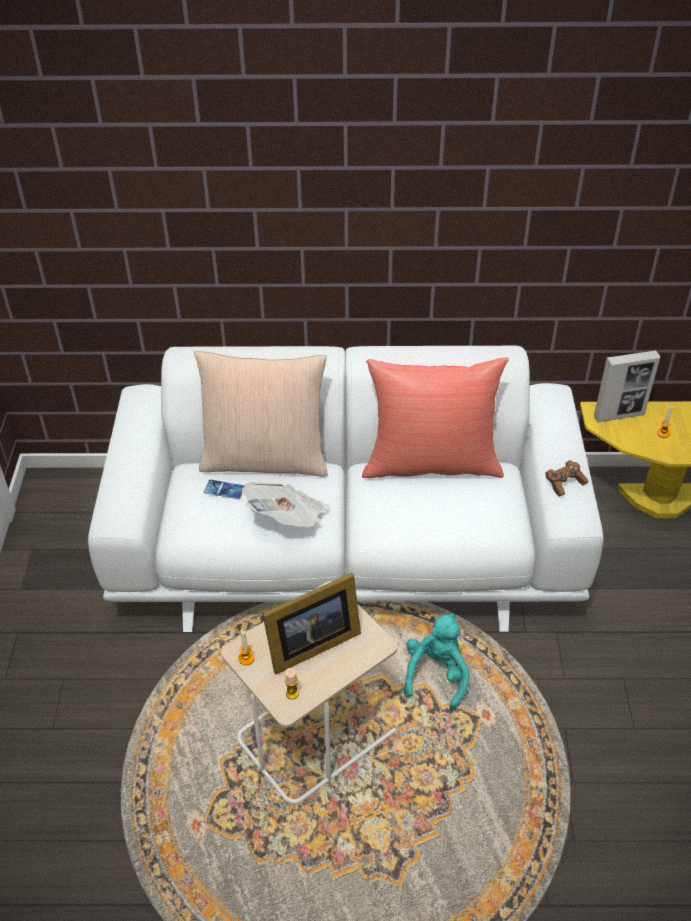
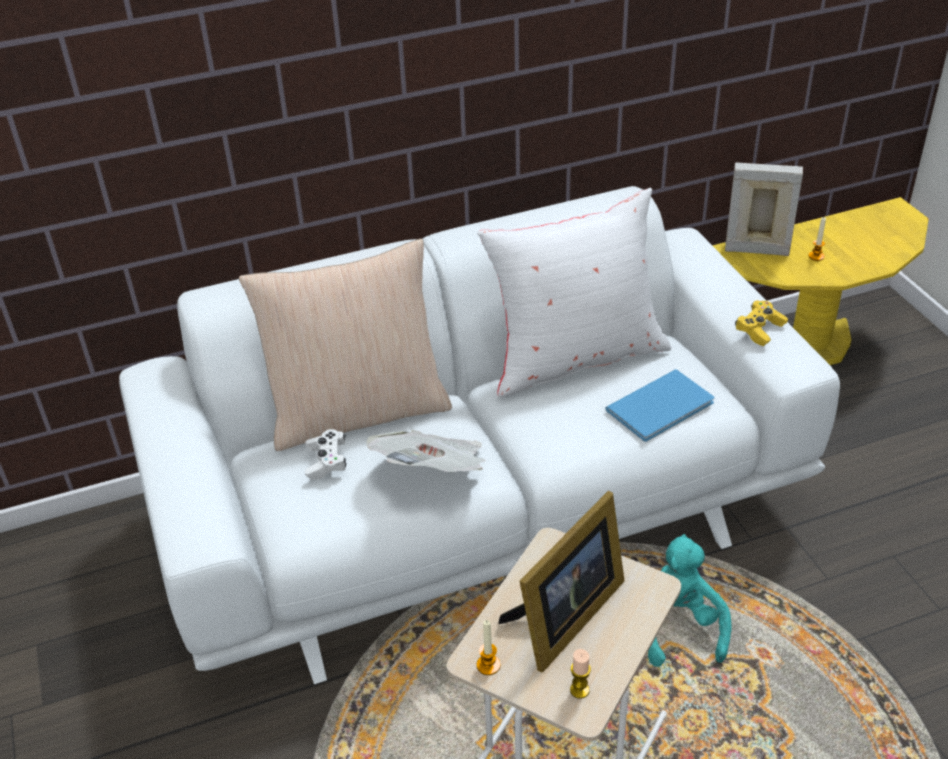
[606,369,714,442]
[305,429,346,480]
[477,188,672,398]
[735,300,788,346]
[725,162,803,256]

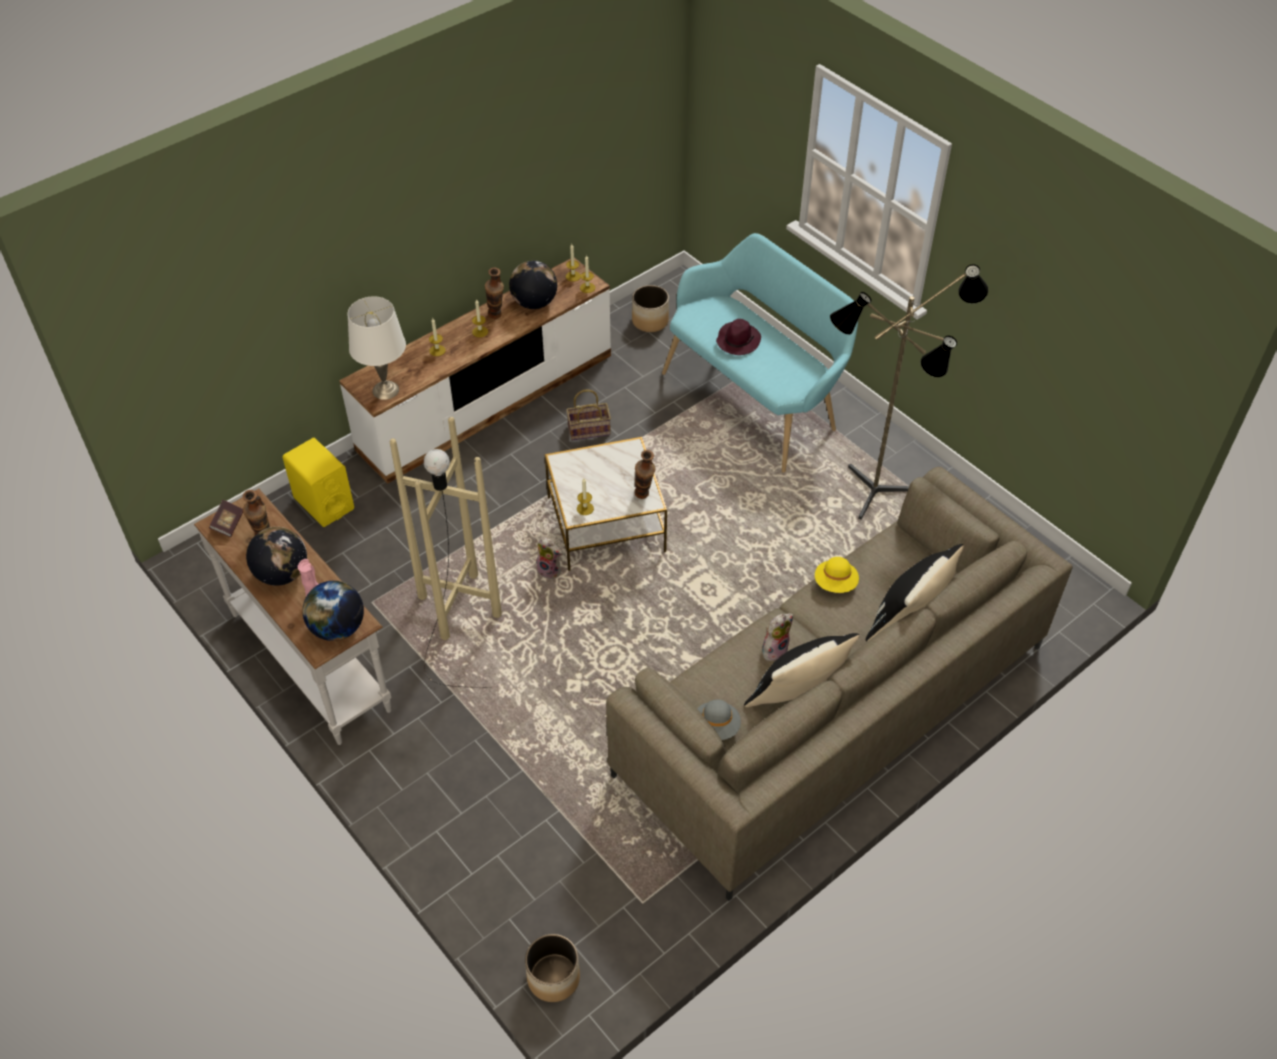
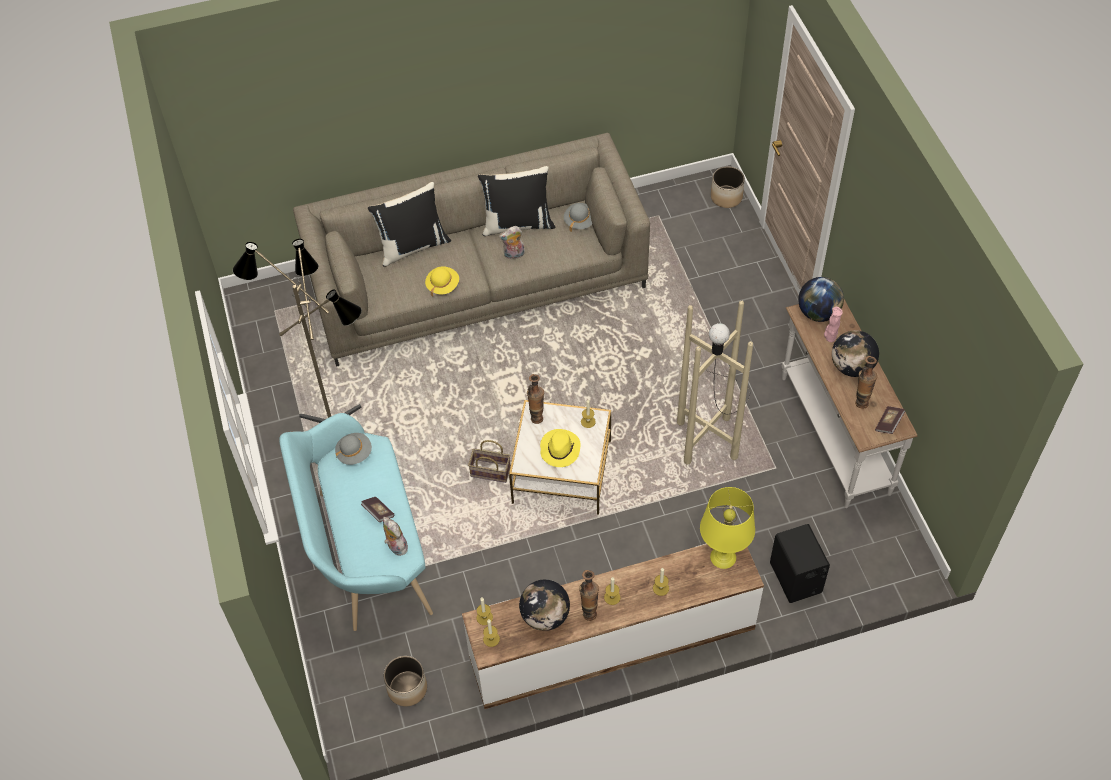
[335,433,372,465]
[540,429,580,467]
[383,517,408,556]
[468,440,511,483]
[361,497,394,522]
[770,524,830,603]
[700,487,755,569]

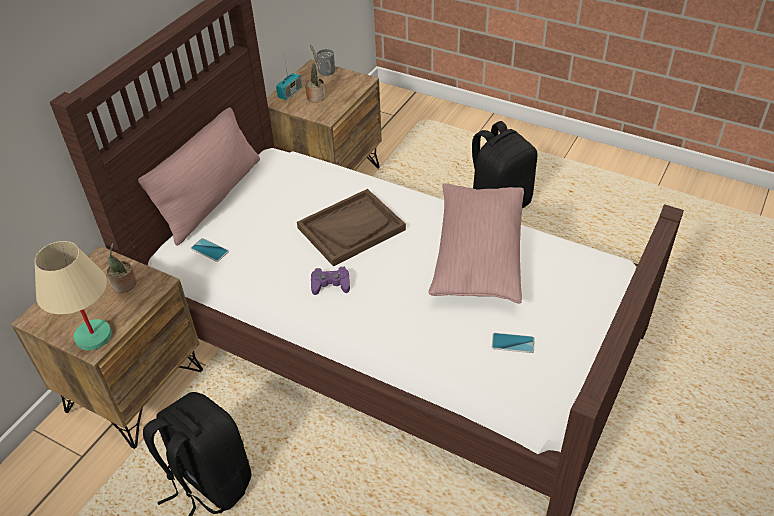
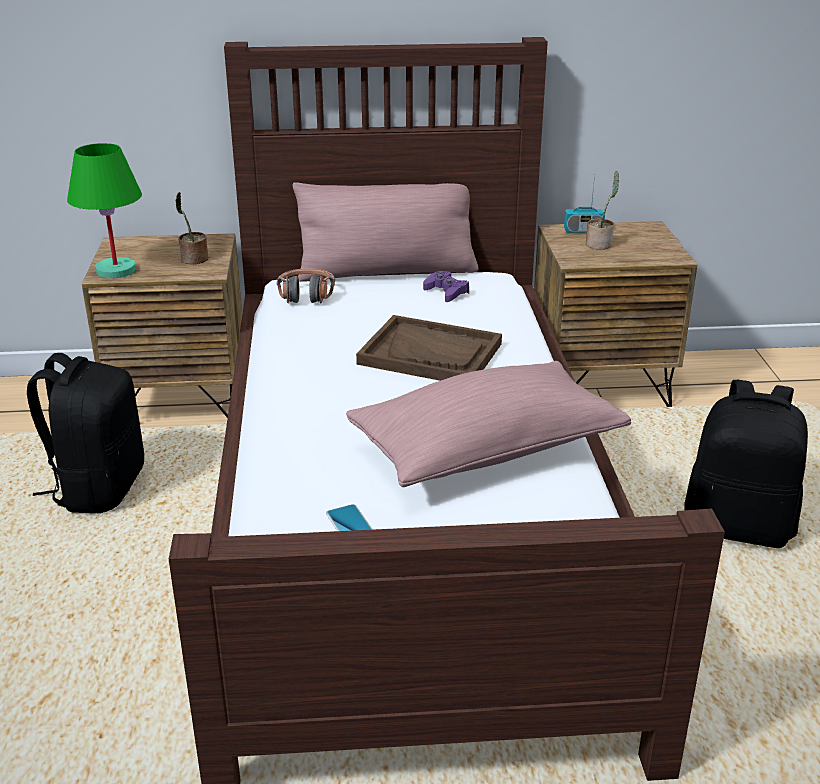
[317,49,335,76] (first image)
[423,271,469,302]
[277,269,335,304]
[67,143,142,278]

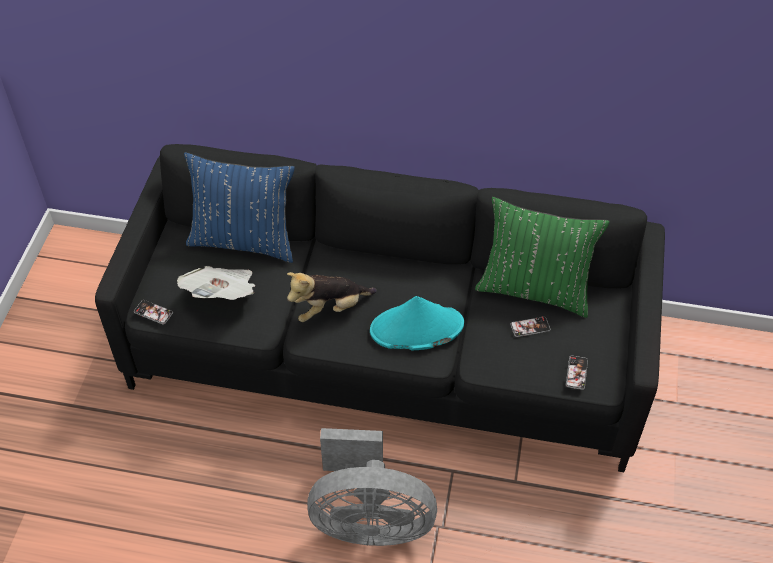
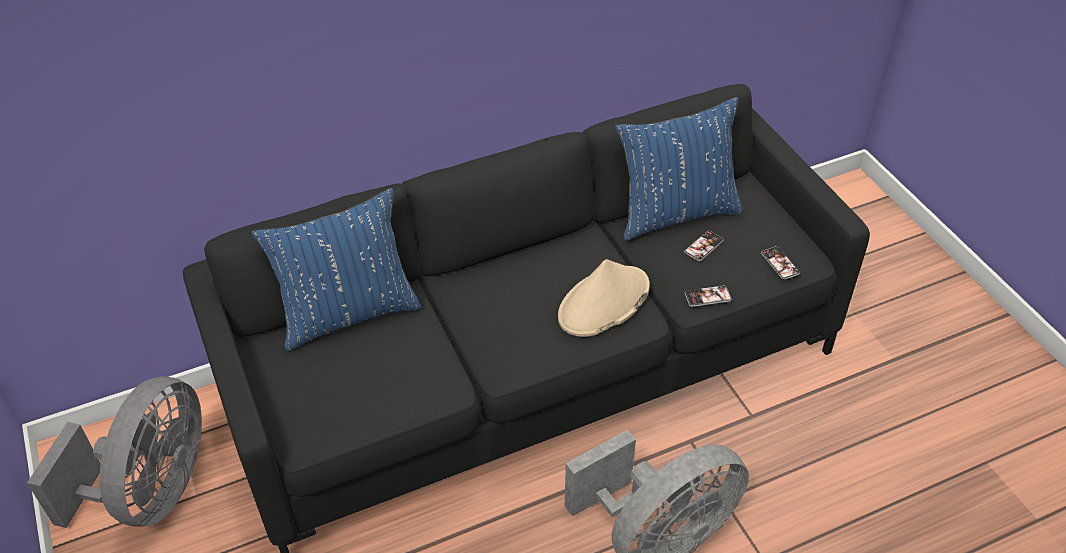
[177,266,256,300] (first image)
[287,272,377,322] (first image)
[27,376,202,528]
[684,285,732,307]
[558,259,650,337]
[615,97,743,240]

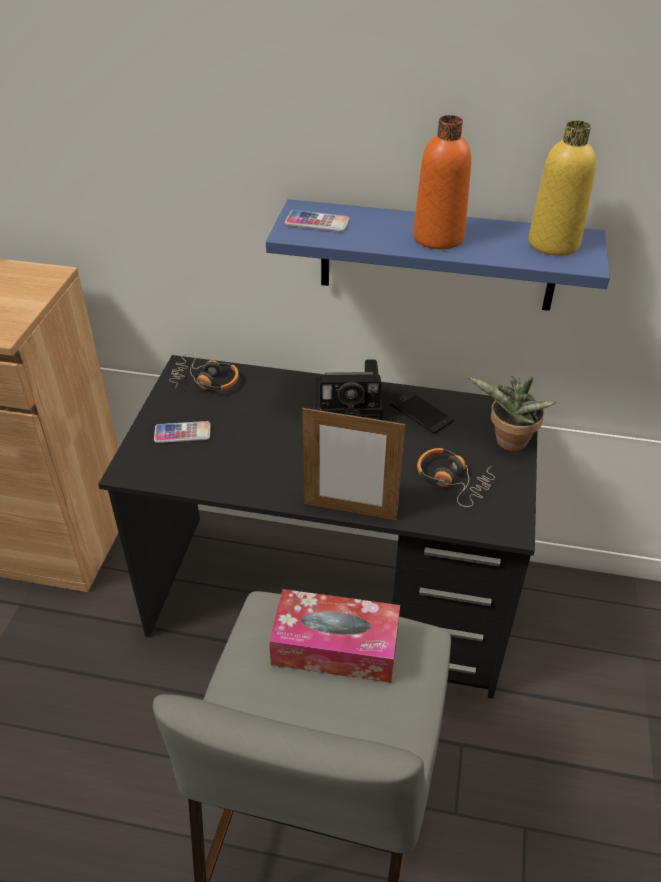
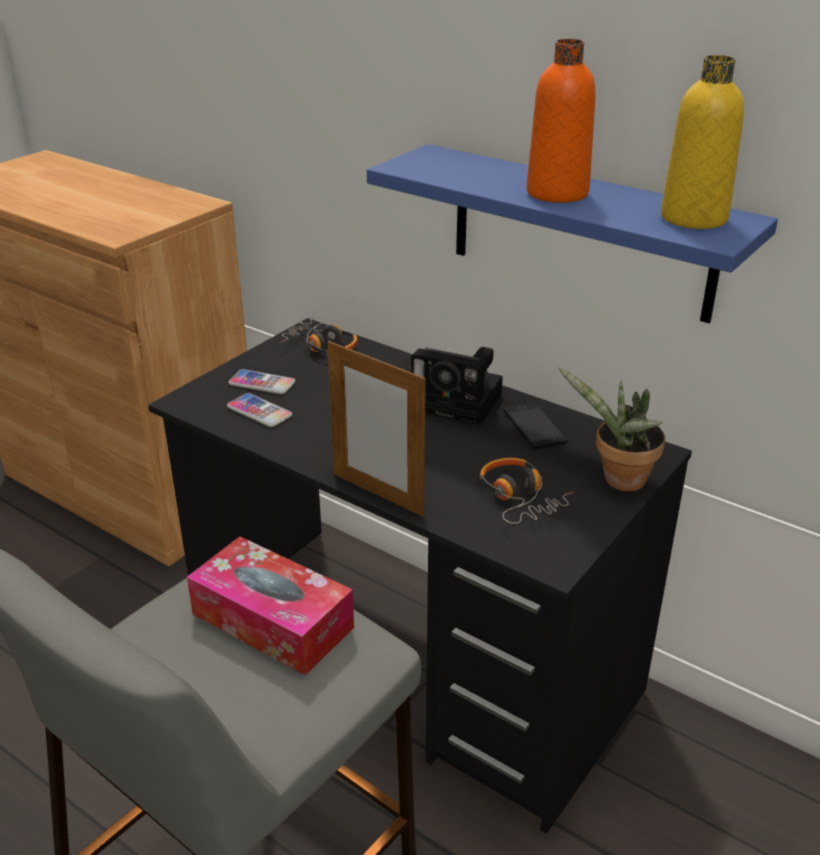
[227,393,292,427]

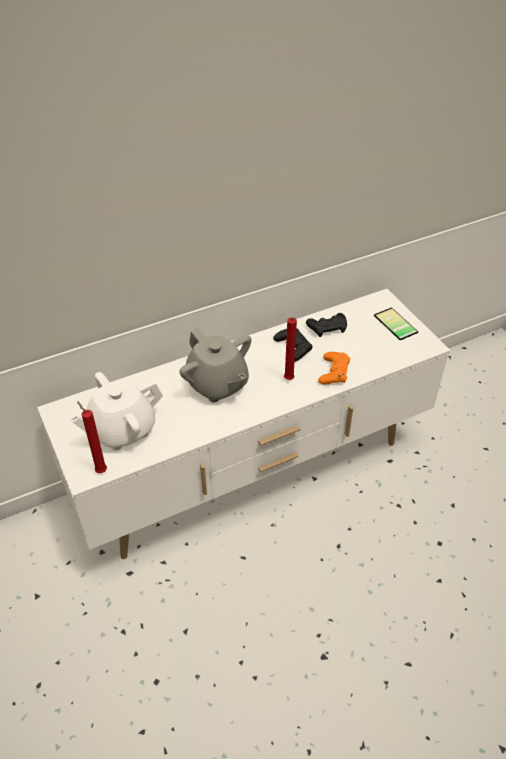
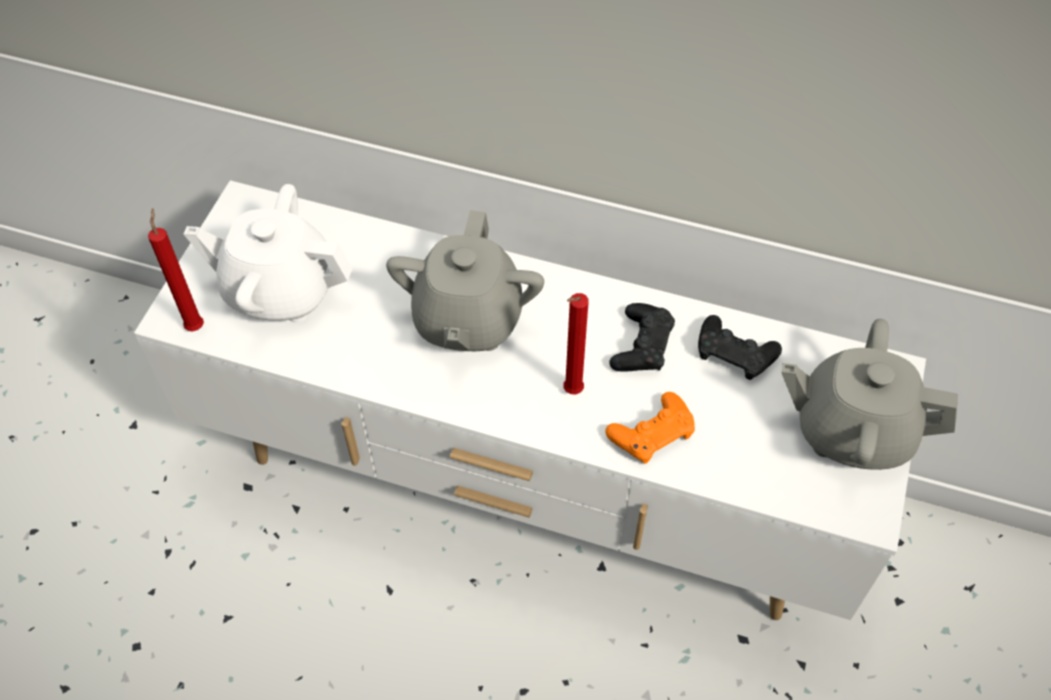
[782,319,958,470]

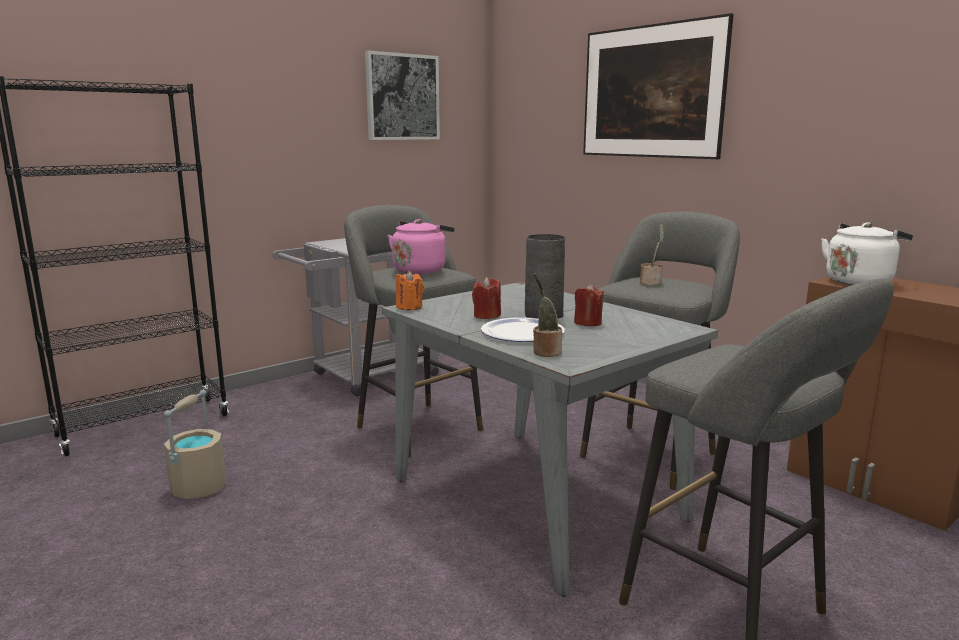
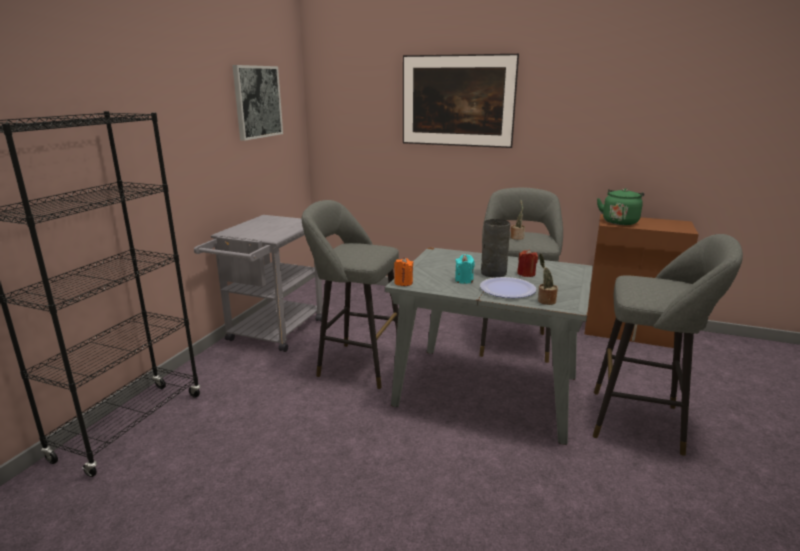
[164,390,226,499] (first image)
[388,219,455,274] (first image)
[455,254,475,284]
[597,188,645,225]

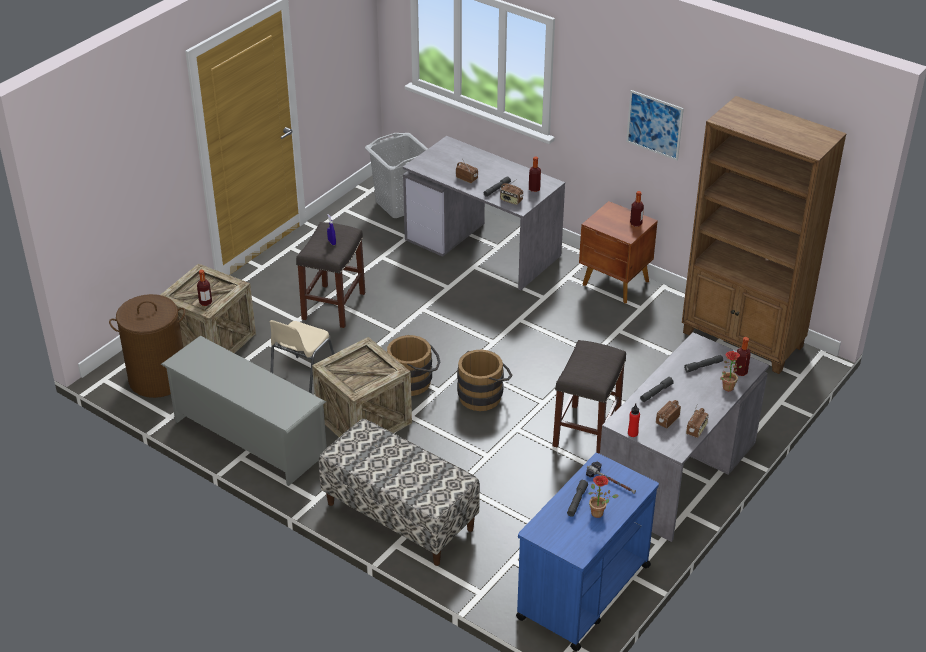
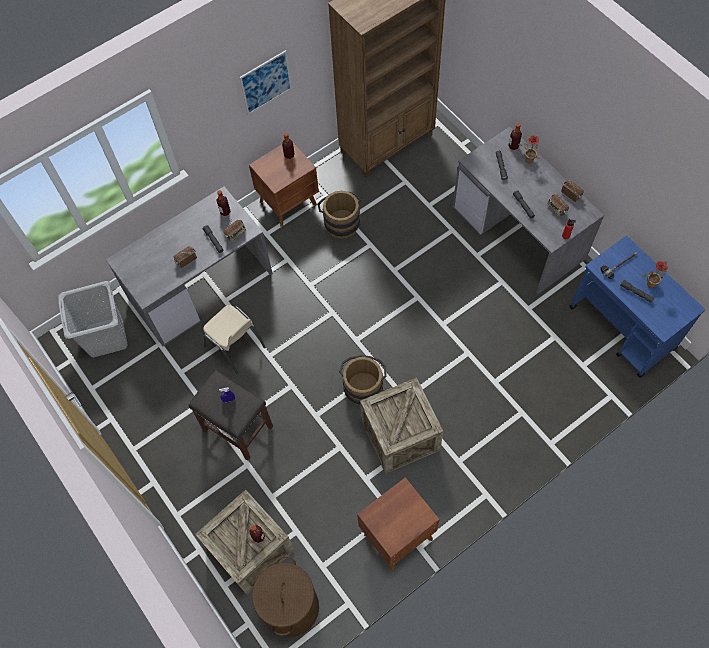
[319,419,480,566] (first image)
[553,340,626,454] (first image)
[203,305,265,374]
[317,191,361,239]
[357,477,440,571]

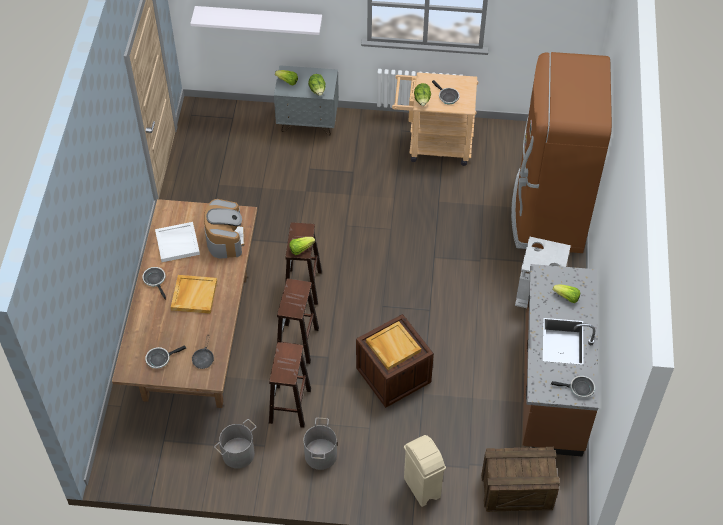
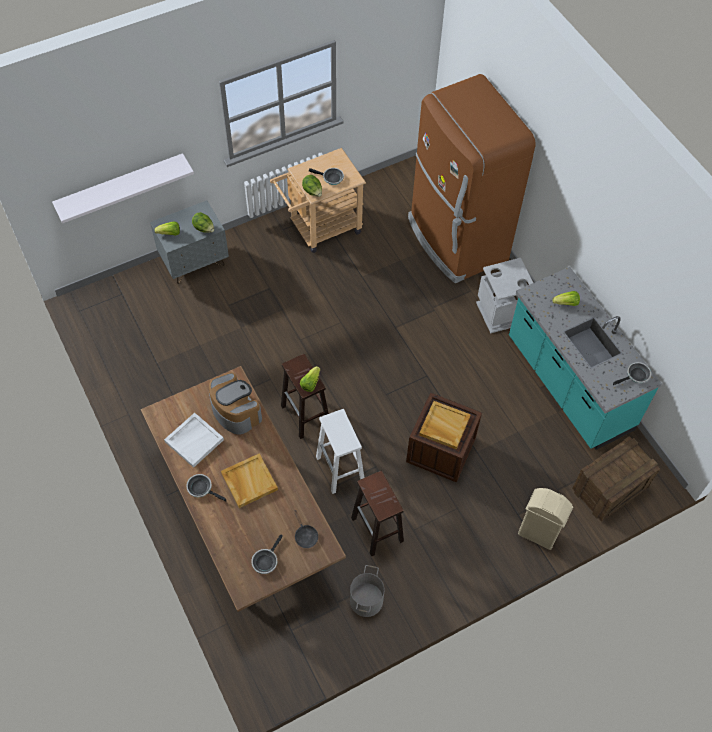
[304,418,337,470] (first image)
[316,409,364,494]
[509,267,662,450]

